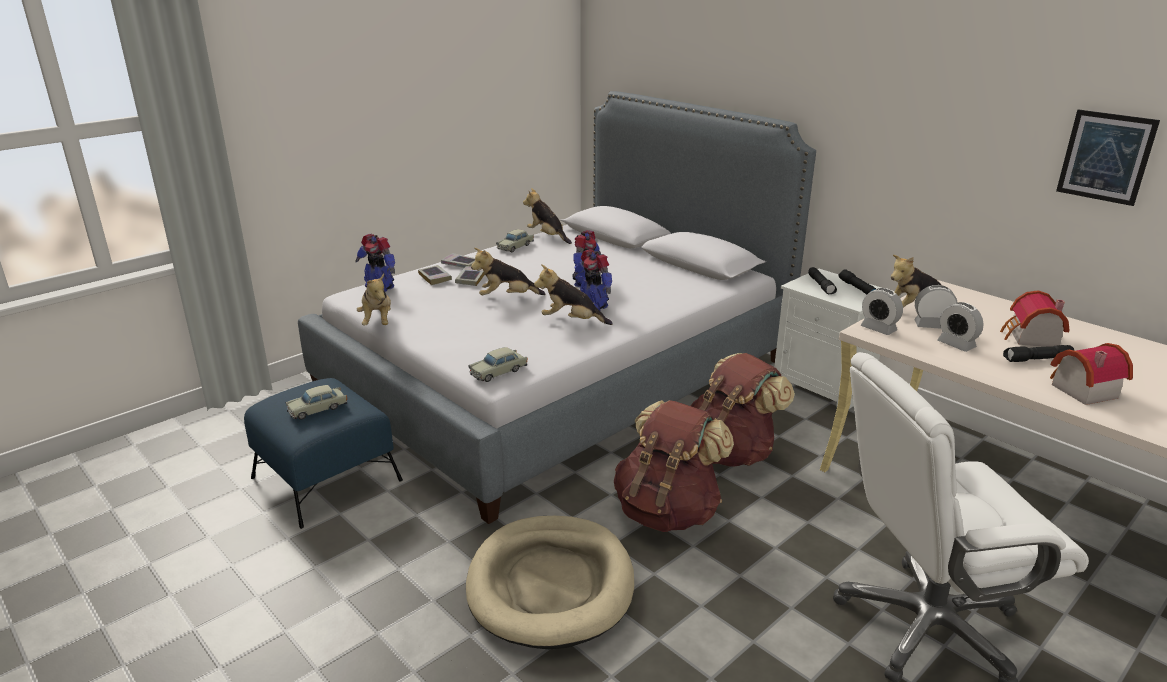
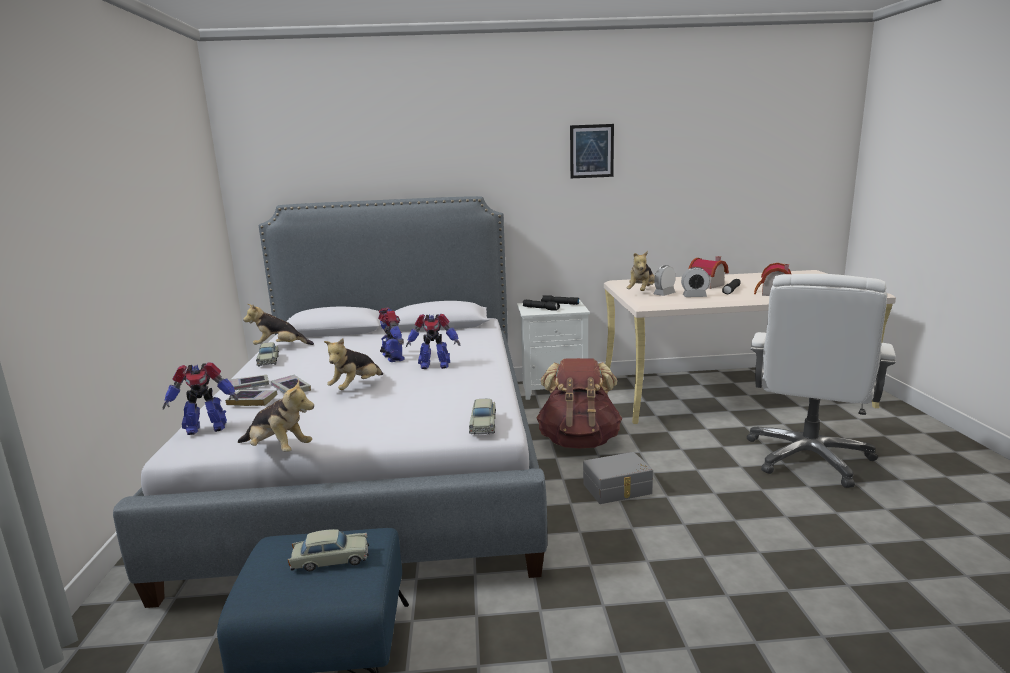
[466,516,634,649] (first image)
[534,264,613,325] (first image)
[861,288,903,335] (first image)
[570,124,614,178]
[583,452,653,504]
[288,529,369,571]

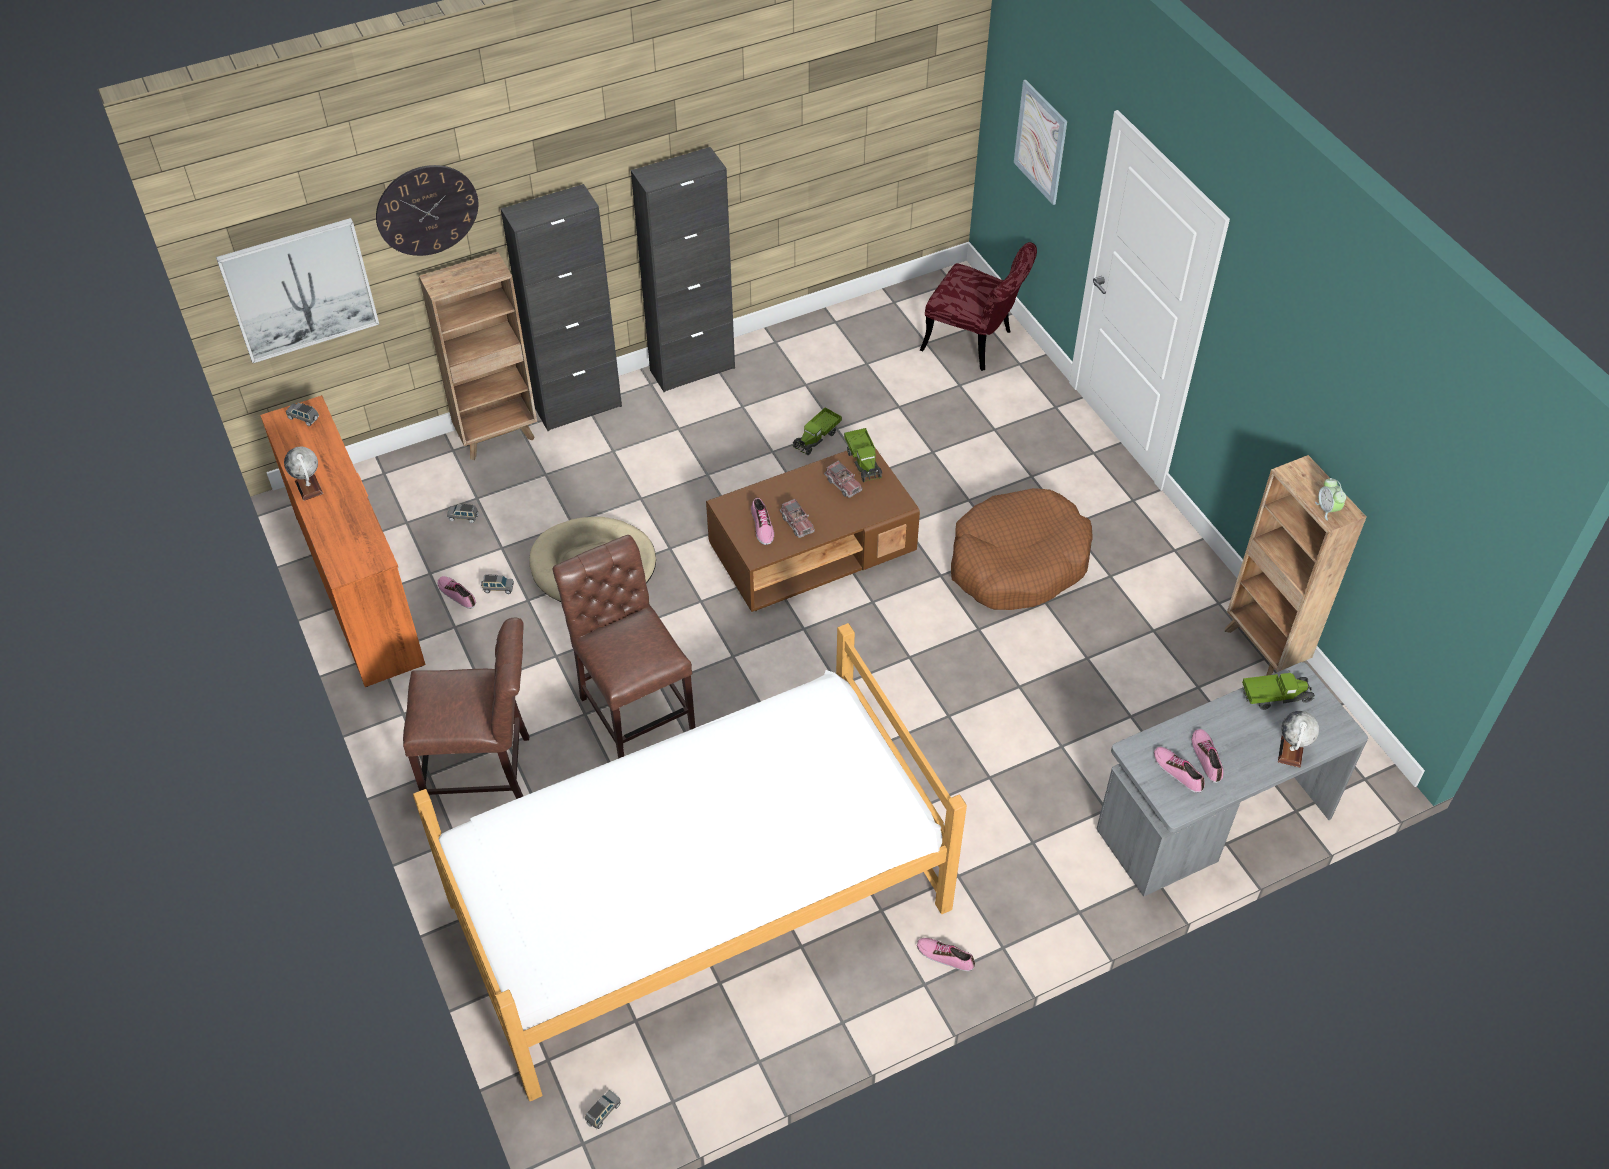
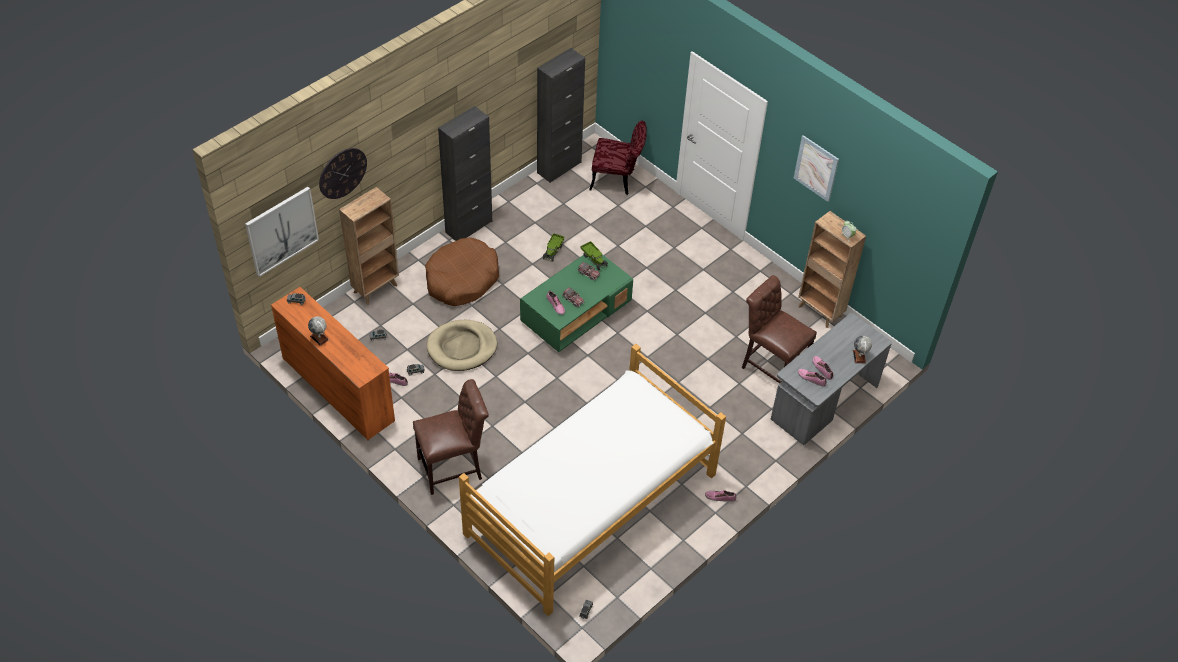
[1242,671,1315,710] (first image)
[537,48,585,183]
[742,275,817,383]
[425,237,499,306]
[794,135,839,202]
[520,255,633,352]

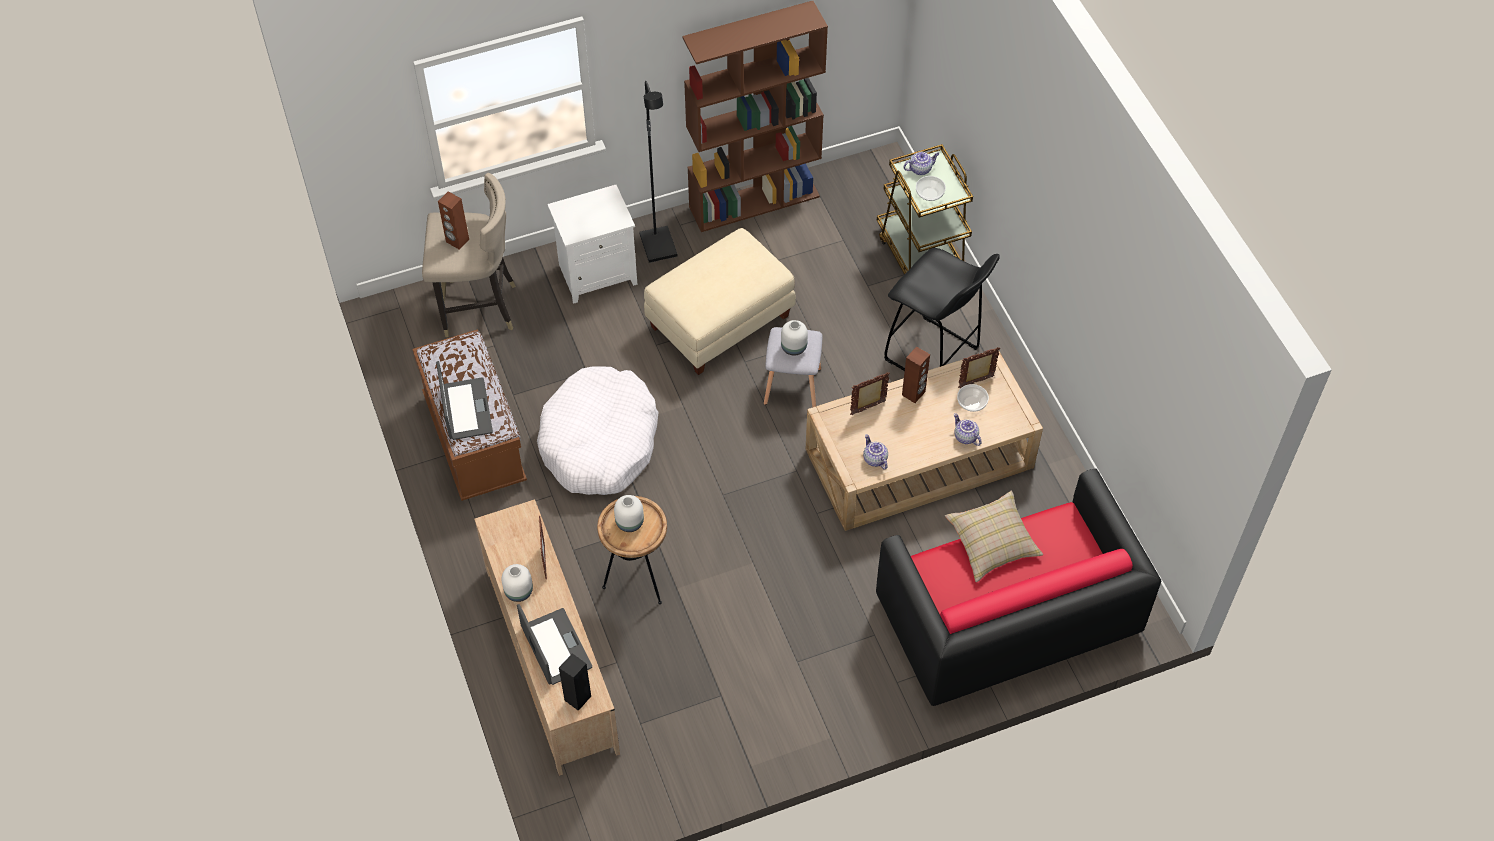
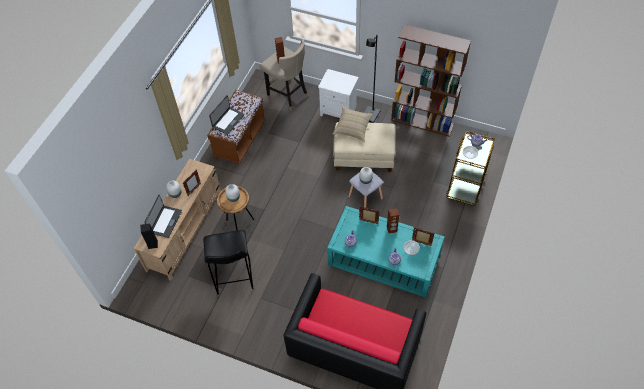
[537,366,658,495] (first image)
[203,230,254,295]
[333,106,373,142]
[327,206,445,298]

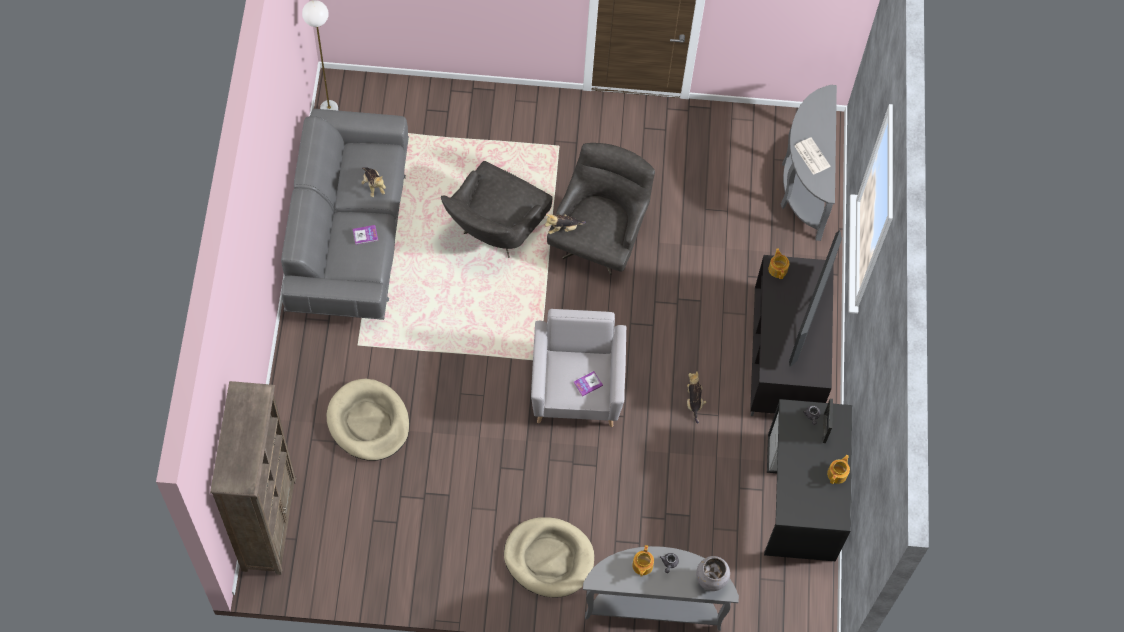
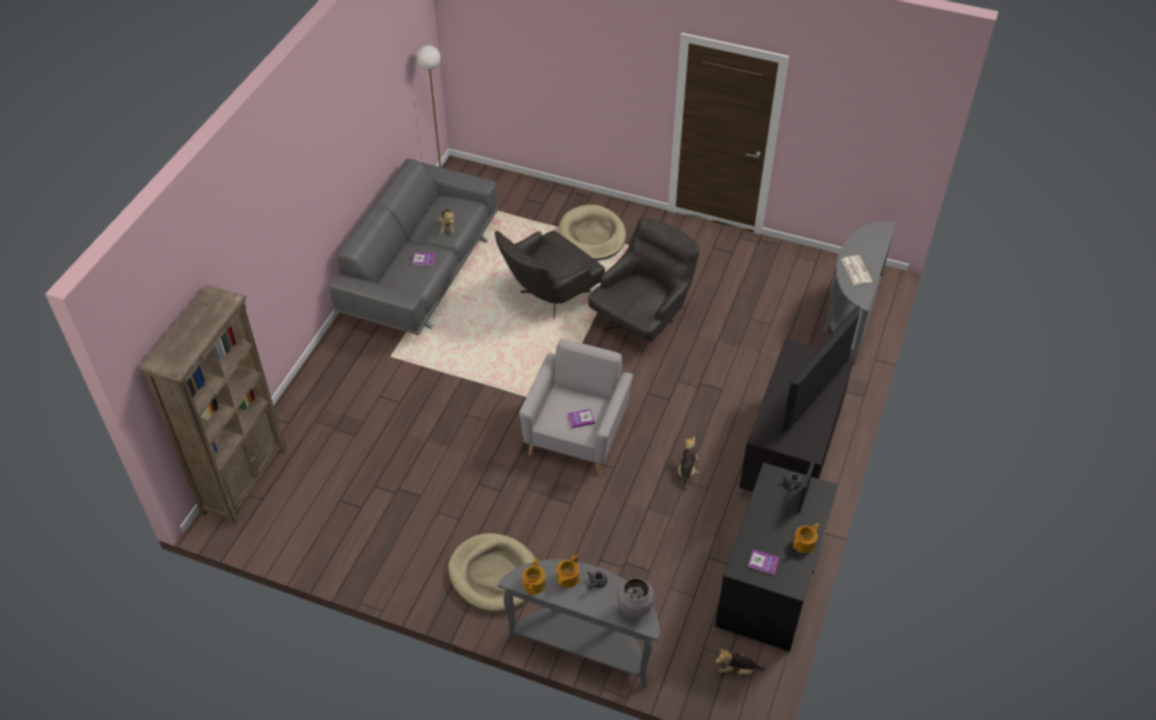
[748,549,779,575]
[558,205,626,260]
[716,649,765,675]
[522,559,545,595]

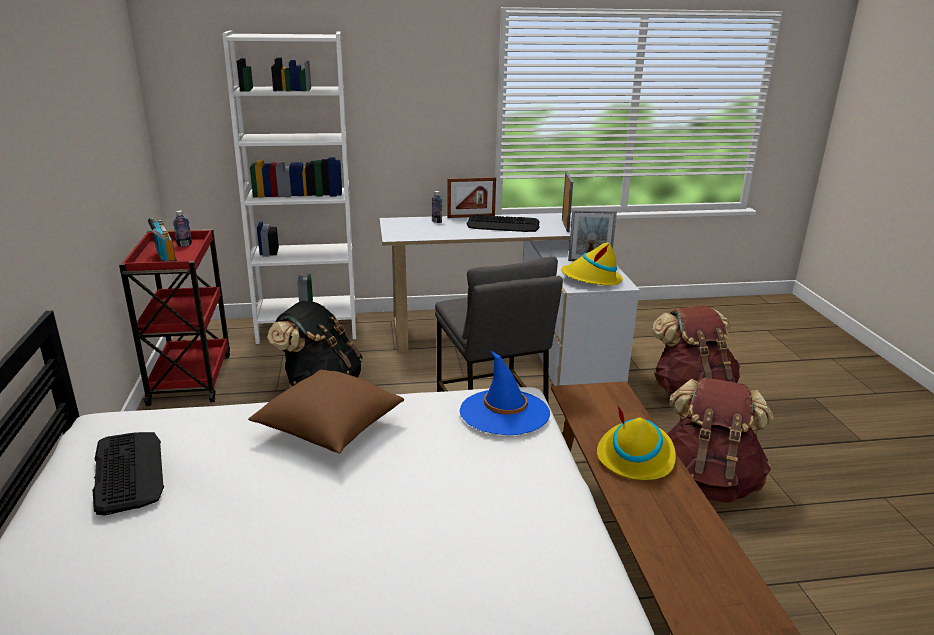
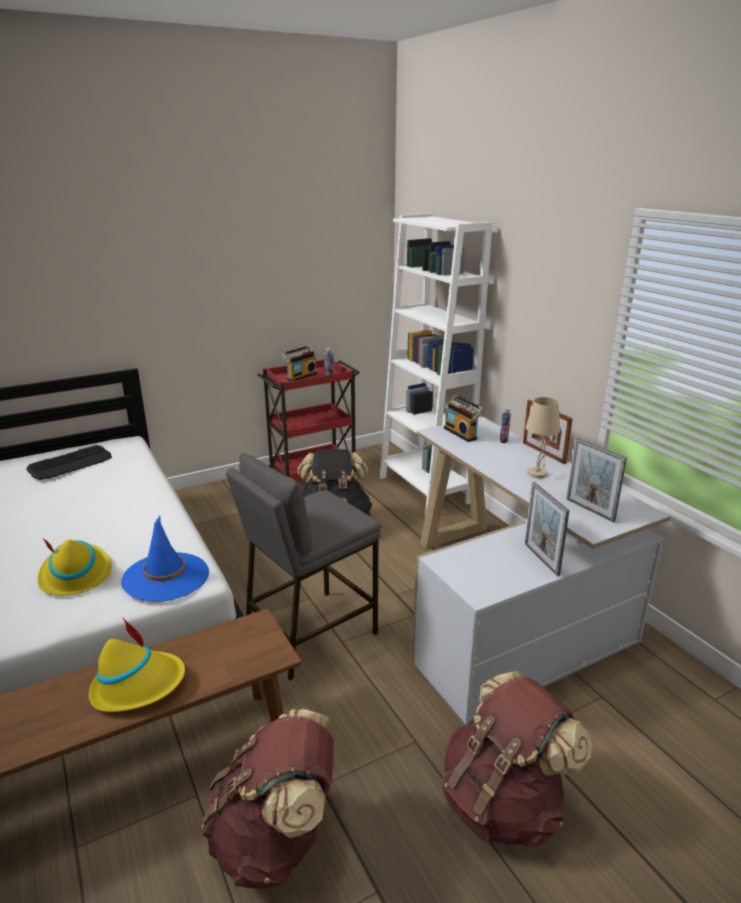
[248,370,404,454] (first image)
[444,395,484,442]
[37,539,112,595]
[526,397,560,478]
[567,438,627,522]

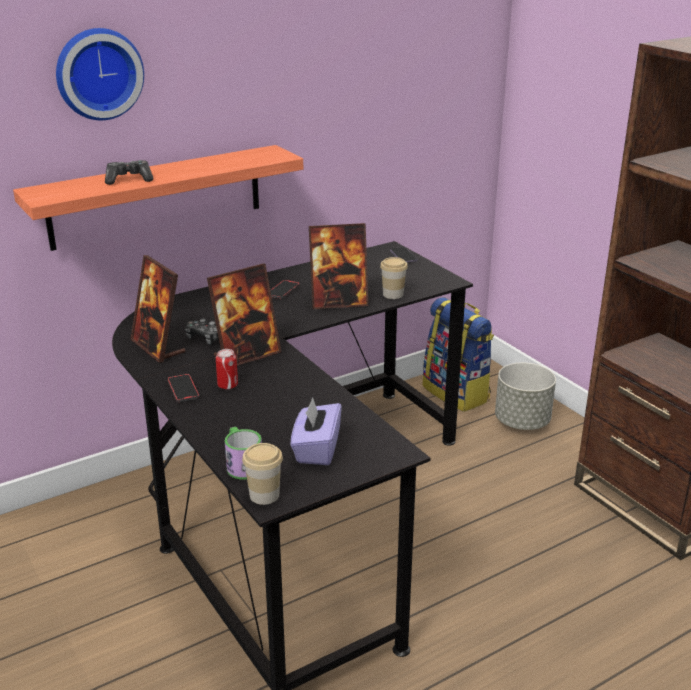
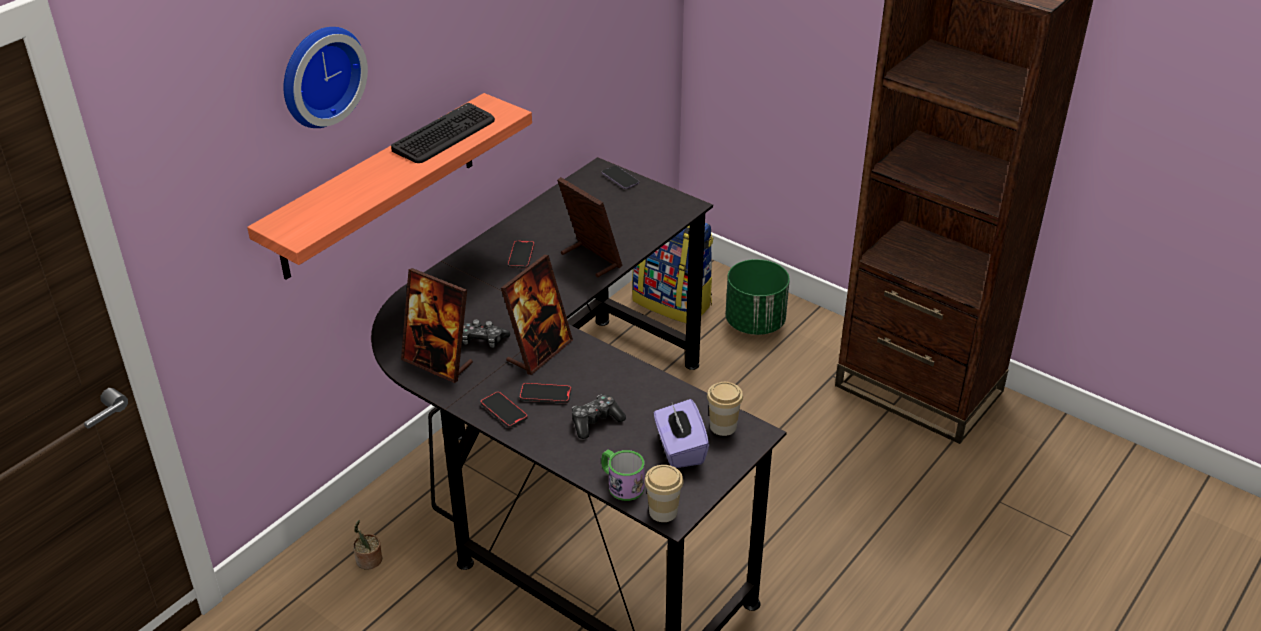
[353,520,382,570]
[391,103,495,163]
[572,394,626,439]
[707,382,743,436]
[519,383,571,403]
[725,259,790,335]
[557,177,623,277]

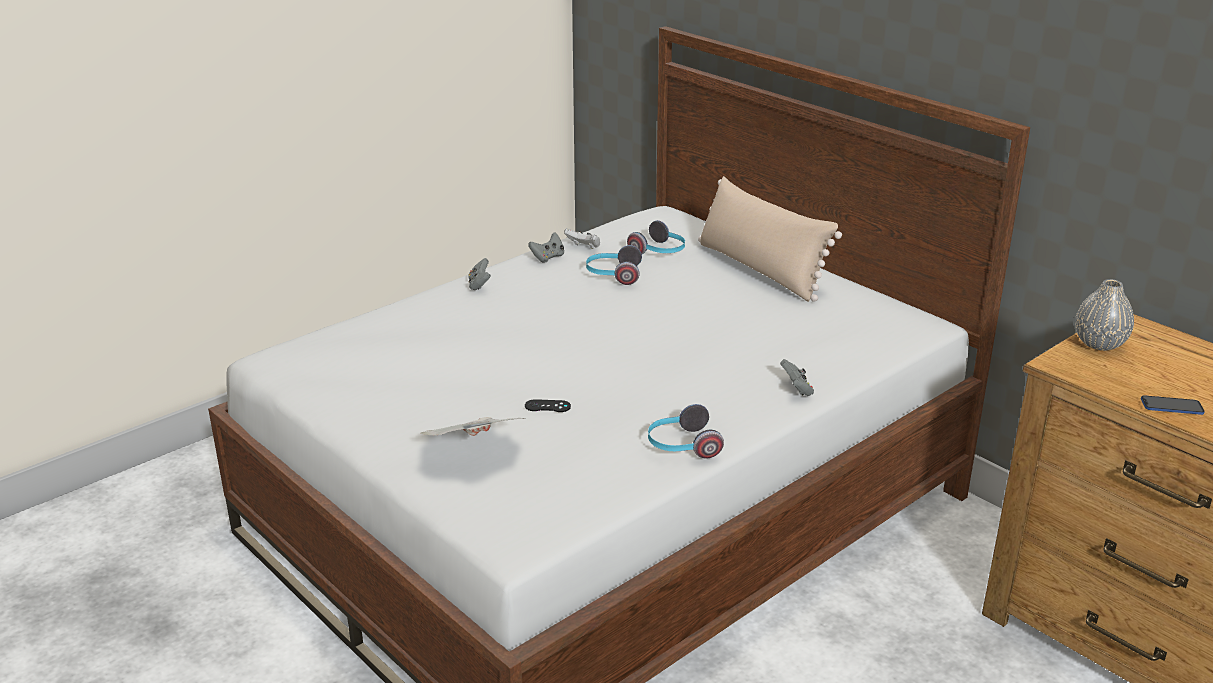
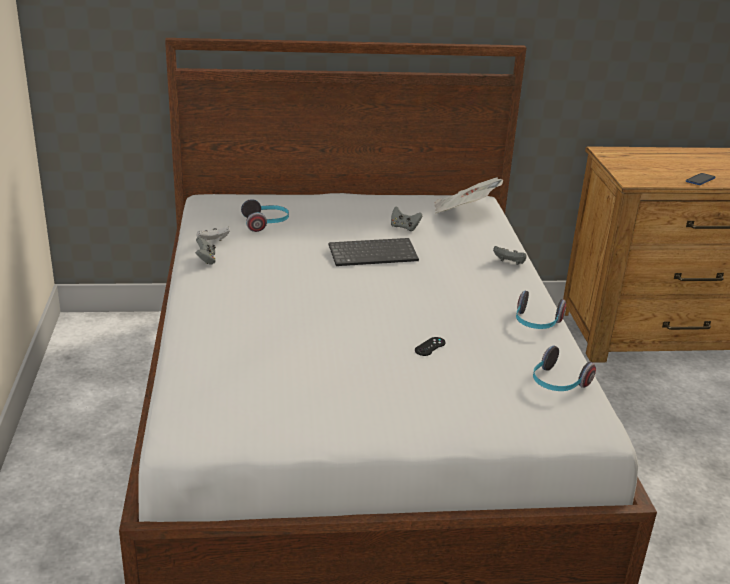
[698,176,842,302] (first image)
[1075,279,1134,351] (first image)
[329,238,419,266]
[434,177,503,213]
[391,206,422,231]
[533,346,596,391]

